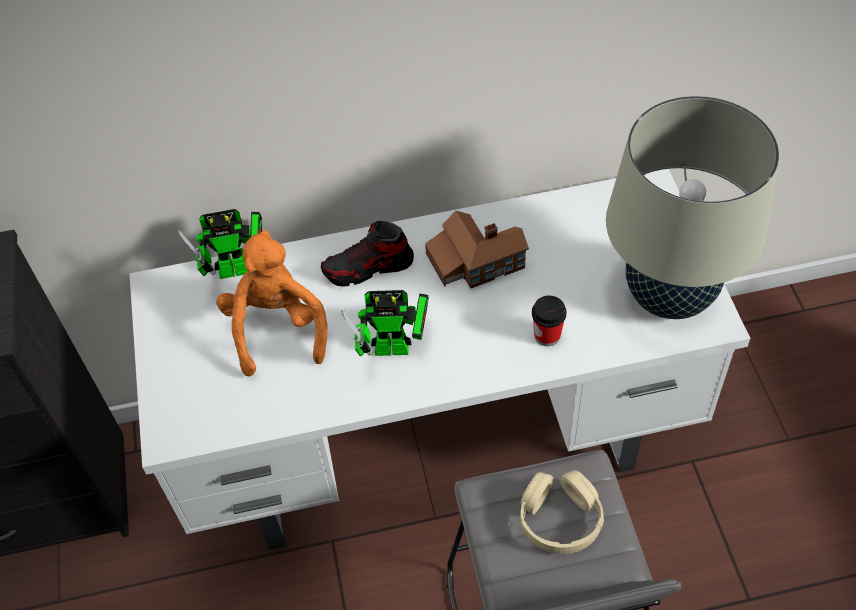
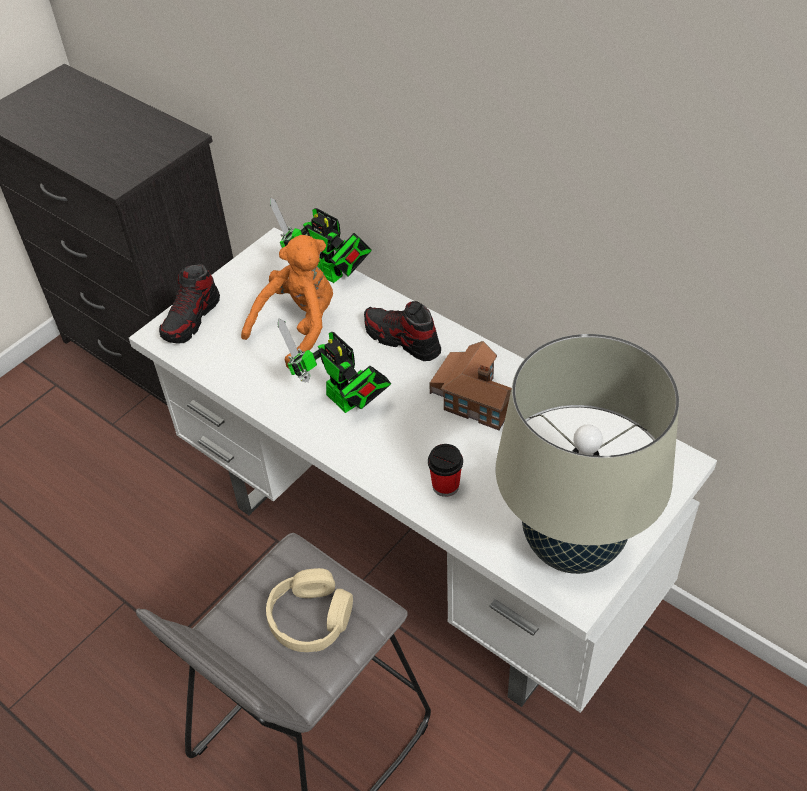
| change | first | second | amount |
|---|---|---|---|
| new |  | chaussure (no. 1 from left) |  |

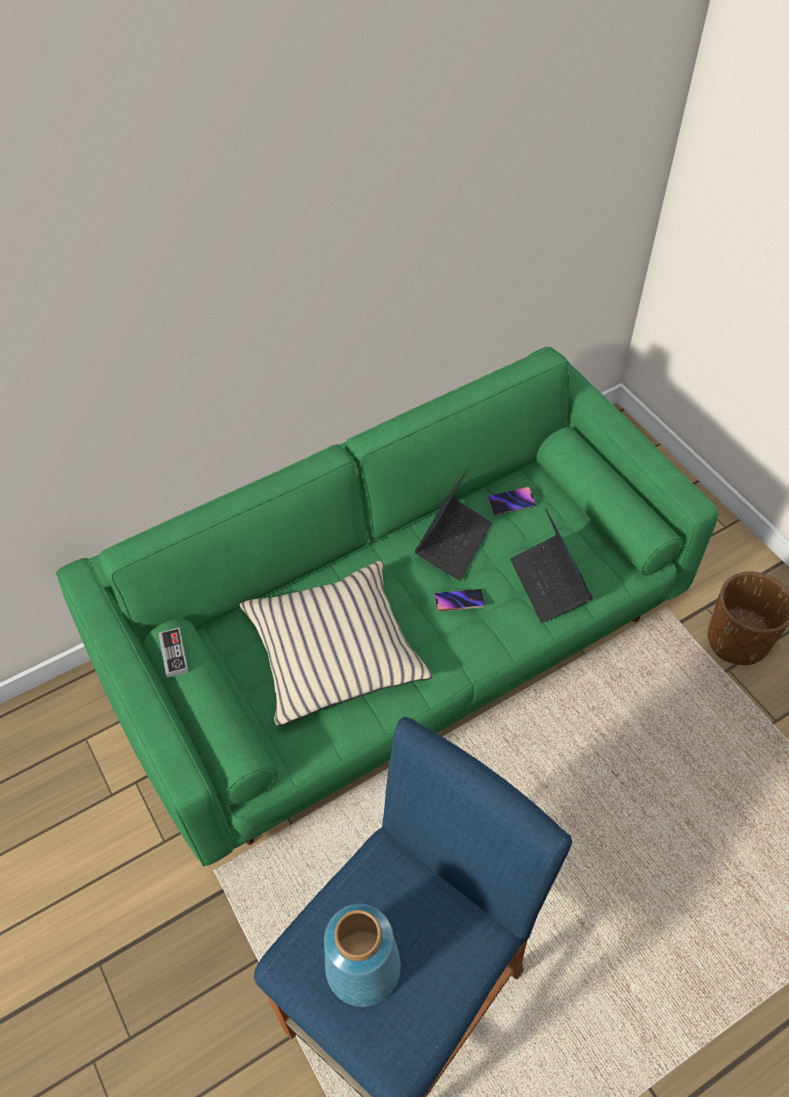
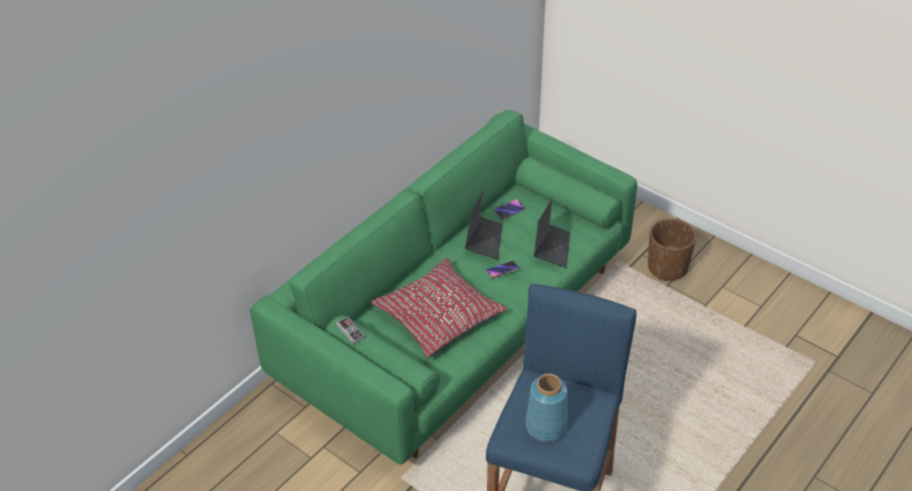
| change | first | second | amount |
|---|---|---|---|
| repainted | coussin [beige] | coussin [rouge] |  |
| rotated | ordinateur portable (no. 2 from left) |  | 135 degrees counterclockwise |

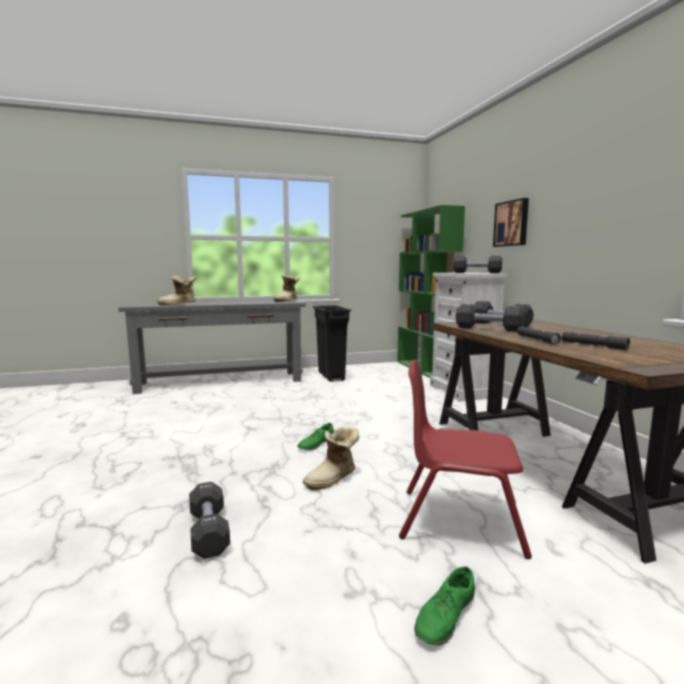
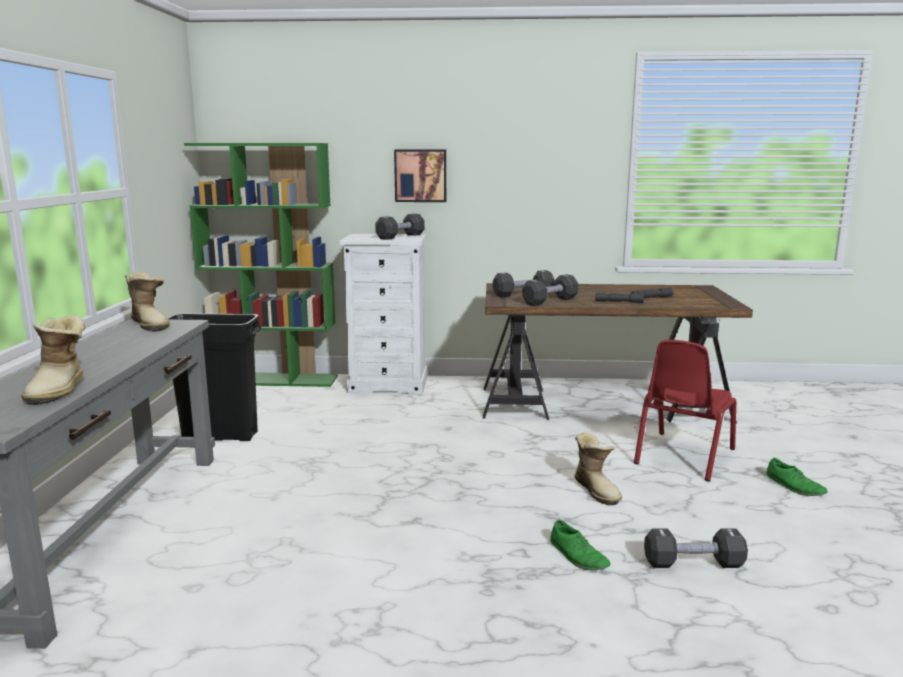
| change | first | second | amount |
|---|---|---|---|
| shifted | chaussure [vert] (no. 1 from left) |  |  |

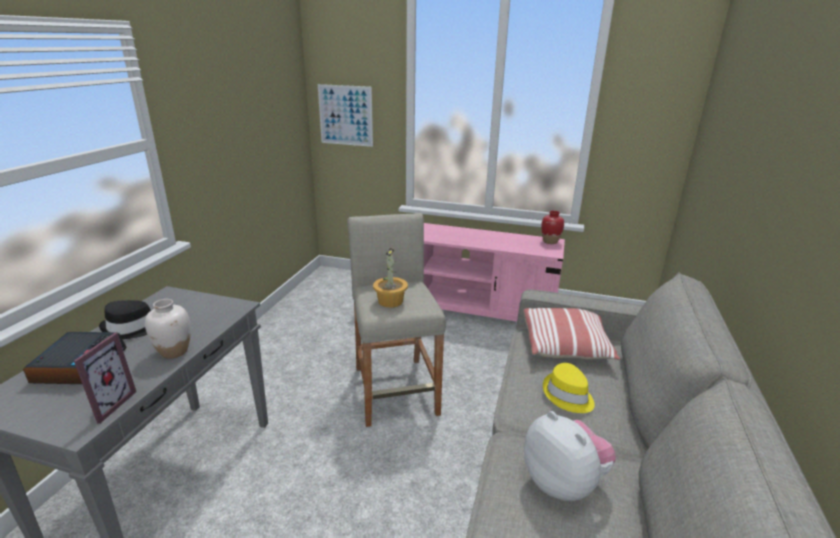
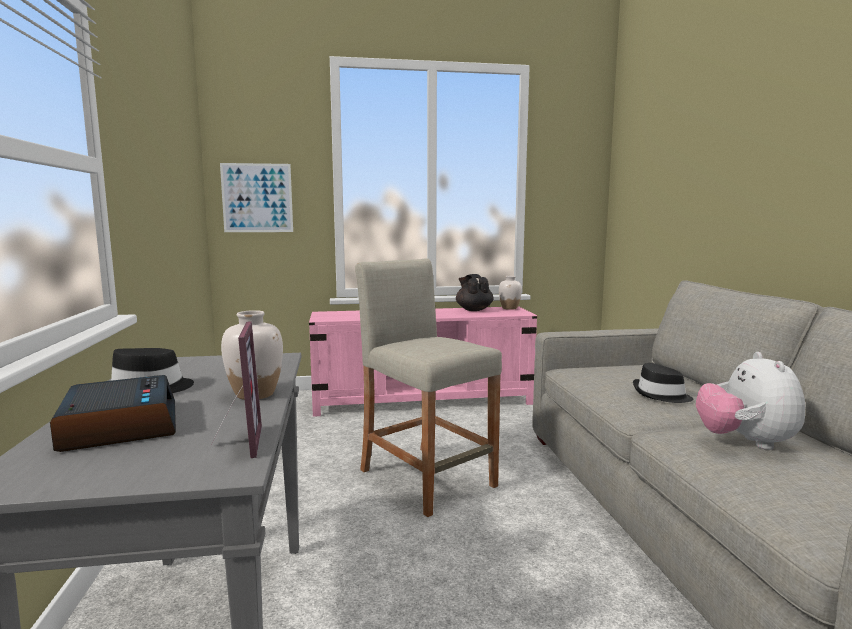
| change | first | second | amount |
|---|---|---|---|
| new |  | théière [noir] |  |
| repainted | vase [rouge] | vase [blanc] (no. 2 from left) |  |
| repainted | chapeau [jaune] | chapeau [noir] (no. 2 from left) |  |
| rotated | peluche |  | 120 degrees counterclockwise |
| gone | plante en pot |  |  |
| gone | coussin |  |  |

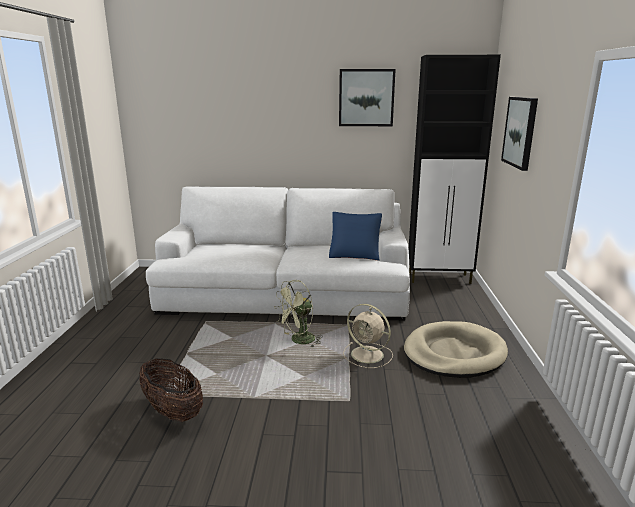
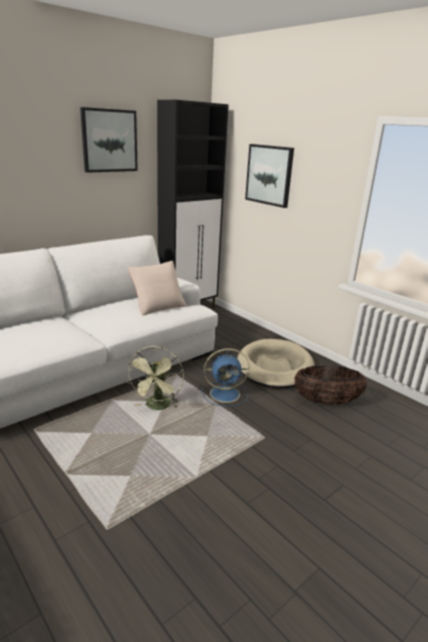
| change | first | second | amount |
|---|---|---|---|
| repainted | coussin [bleu] | coussin [beige] |  |
| repainted | ventilateur [beige] | ventilateur [bleu] |  |
| shifted | panier |  |  |

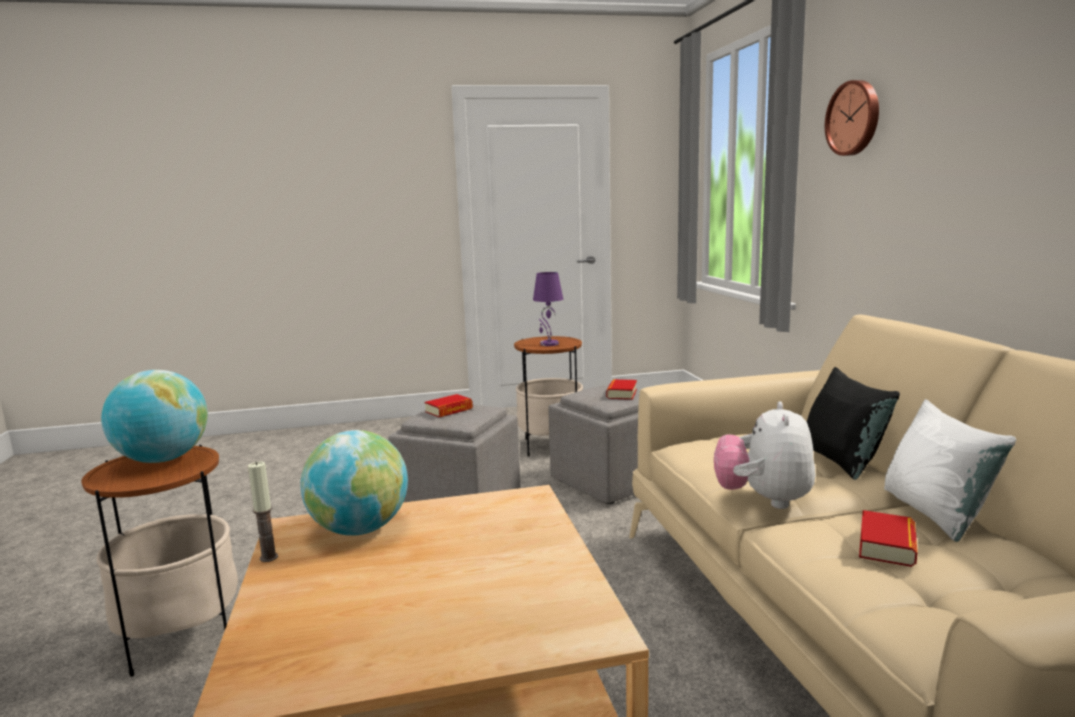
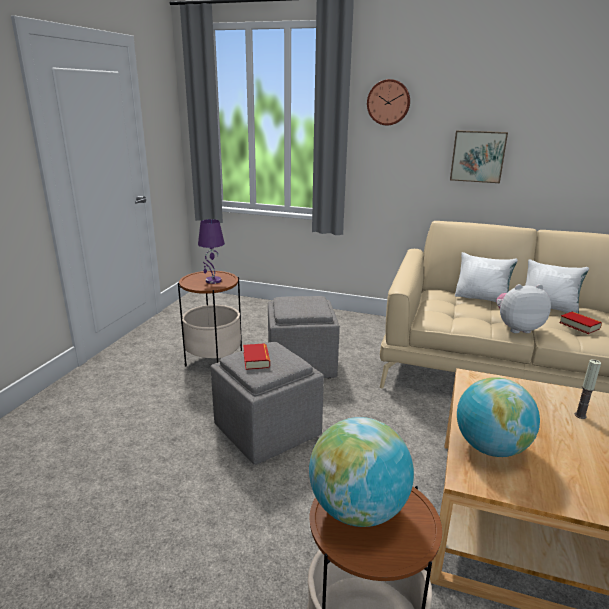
| change | first | second | amount |
|---|---|---|---|
| new |  | tableau |  |
| repainted | coussin [noir] | coussin [blanc] (no. 1 from left) |  |
| rotated | peluche |  | 135 degrees clockwise |
| shifted | bougie |  |  |
| gone | livre (no. 2 from left) |  |  |

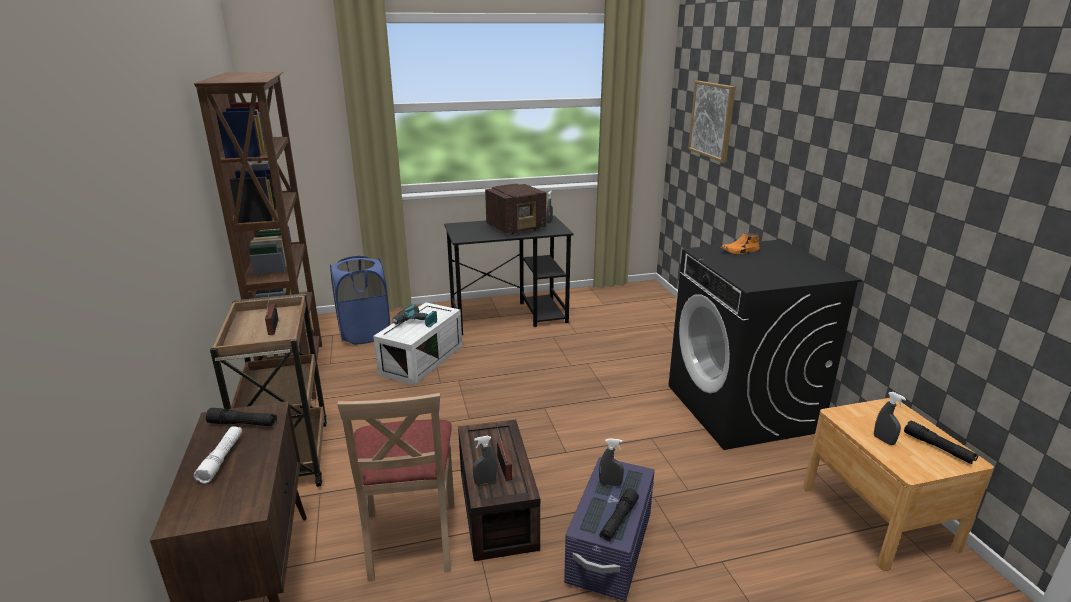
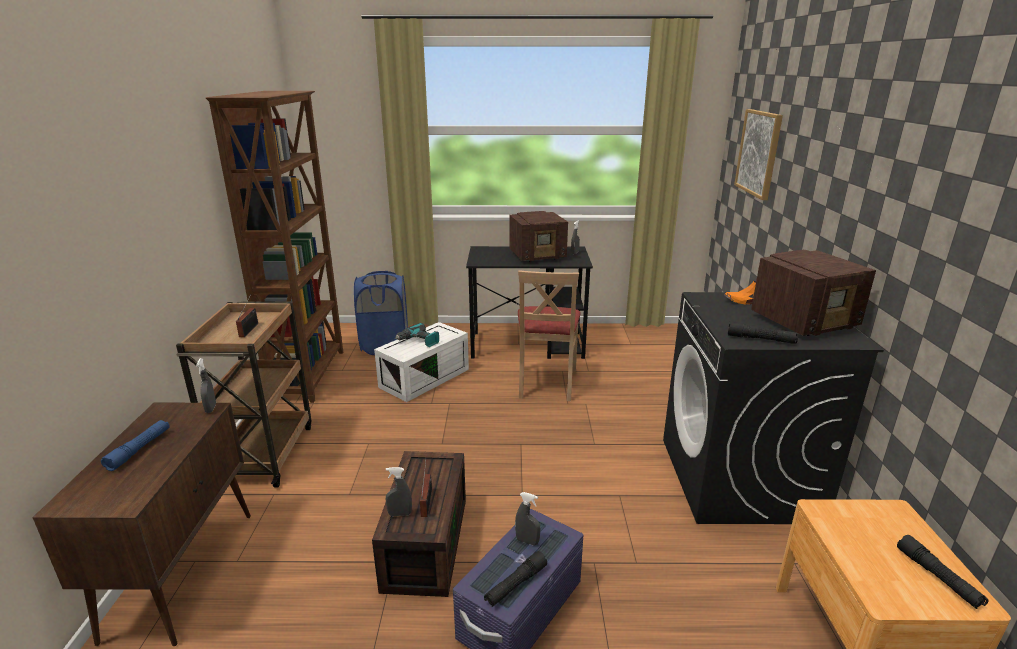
| change | first | second | amount |
|---|---|---|---|
| repainted | lampe de poche [blanc] | lampe de poche [bleu] |  |
| shifted | vaporisateur [gris] (no. 4 from left in the first image) | vaporisateur [gris] (no. 1 from left) |  |
| shifted | chaise [beige] |  |  |
| shifted | lampe de poche [noir] (no. 1 from left in the first image) | lampe de poche [noir] (no. 2 from left) |  |
| new |  | radio (no. 4 from left) |  |

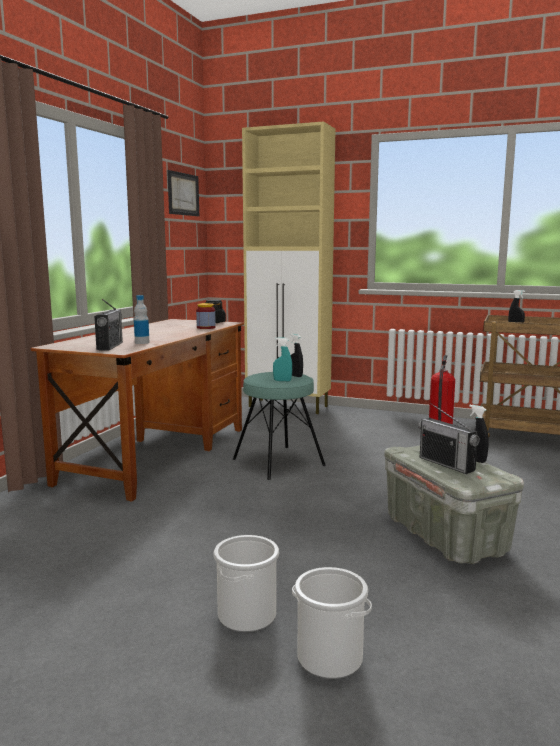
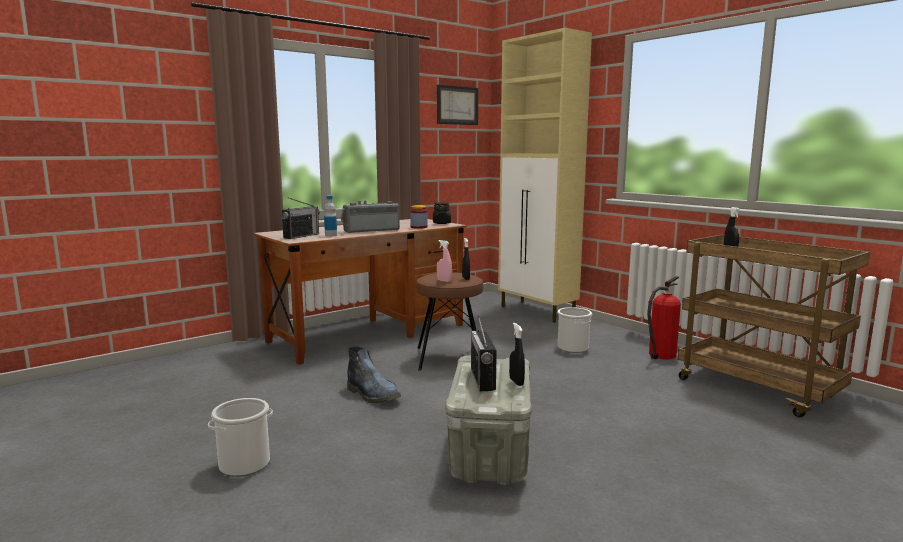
| change | first | second | amount |
|---|---|---|---|
| new |  | radio (no. 2 from left) |  |
| new |  | botte |  |
| repainted | tabouret [turquoise] | tabouret [marron] |  |
| repainted | vaporisateur [turquoise] | vaporisateur [rose] |  |
| shifted | seau (no. 2 from left) |  |  |

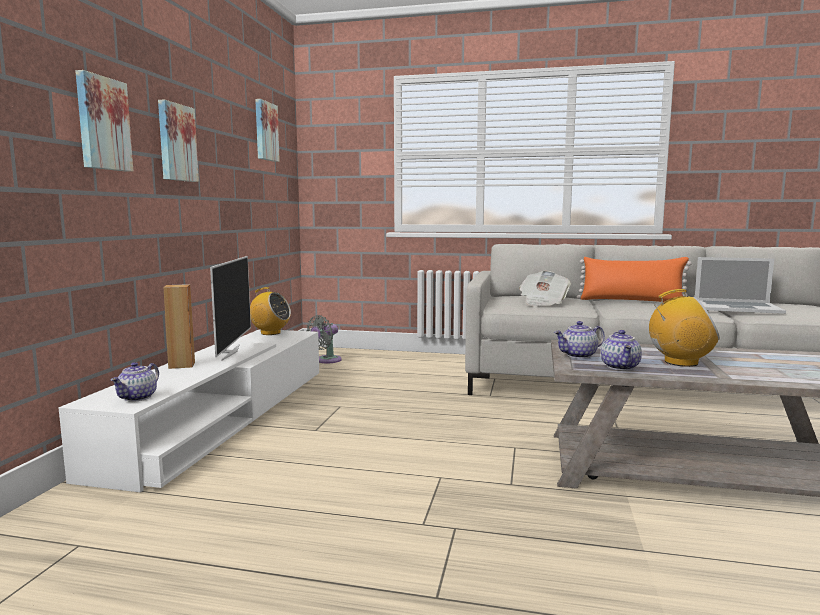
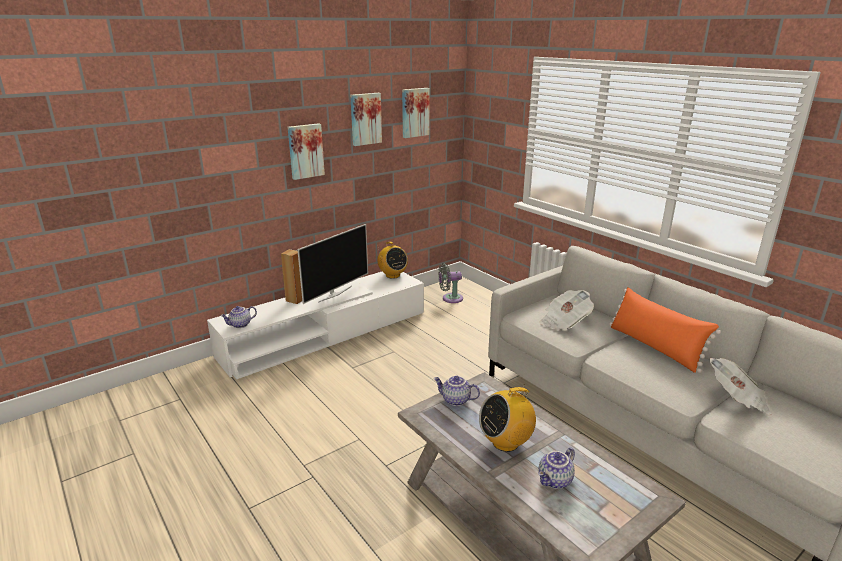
| change | first | second | amount |
|---|---|---|---|
| shifted | tableau (no. 1 from left in the first image) | tableau (no. 2 from left) |  |
| rotated | radio (no. 2 from left) |  | 105 degrees clockwise |
| shifted | théière (no. 3 from left) |  |  |
| swapped | ordinateur portable | journal (no. 2 from left) |  |

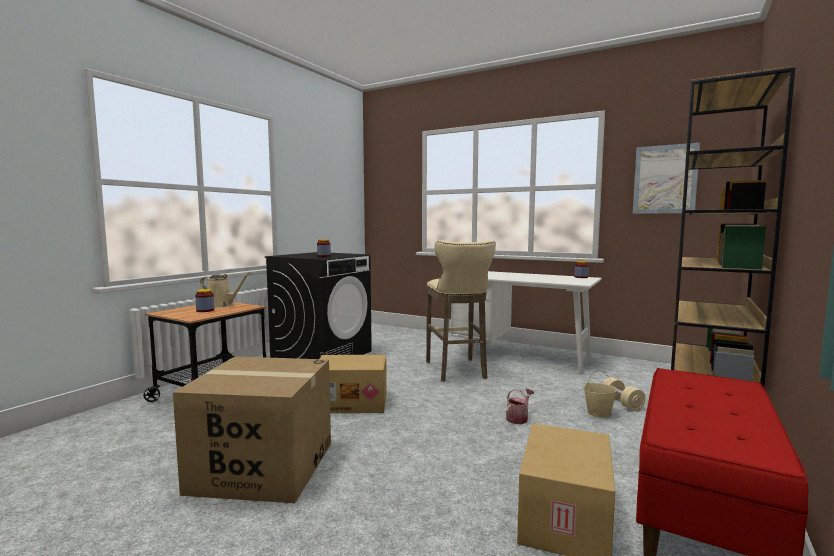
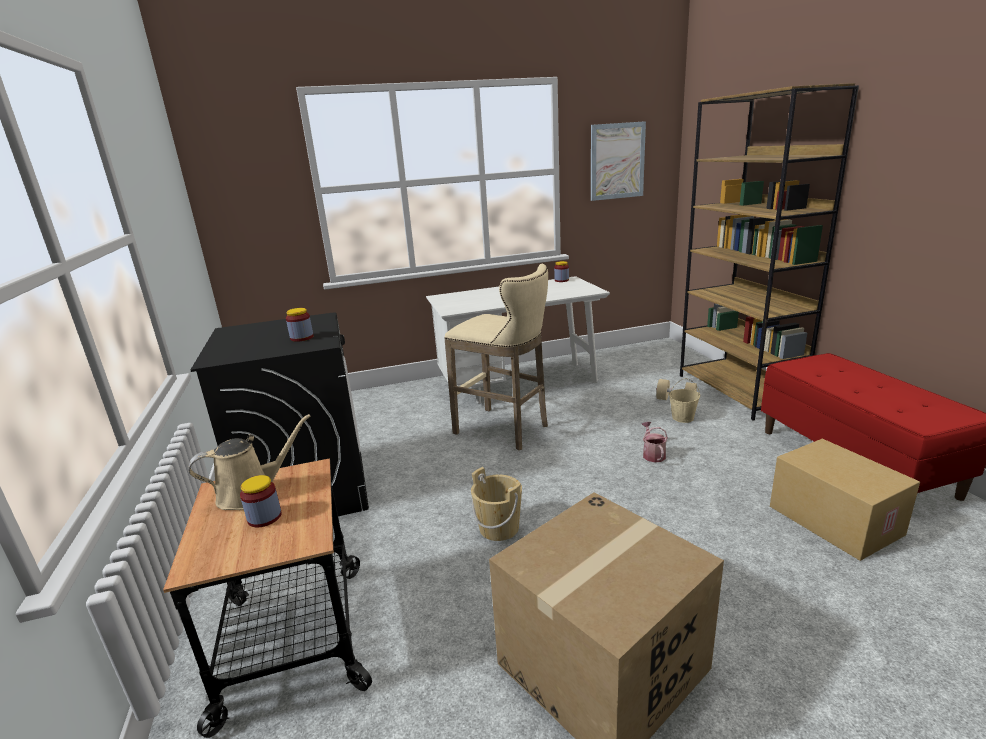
| change | first | second | amount |
|---|---|---|---|
| swapped | carton (no. 2 from left) | seau [beige] (no. 1 from left) |  |

